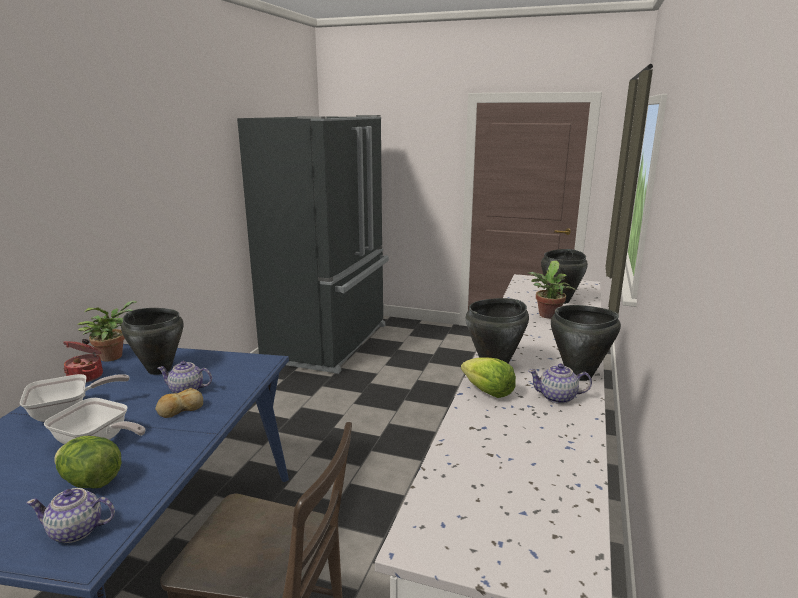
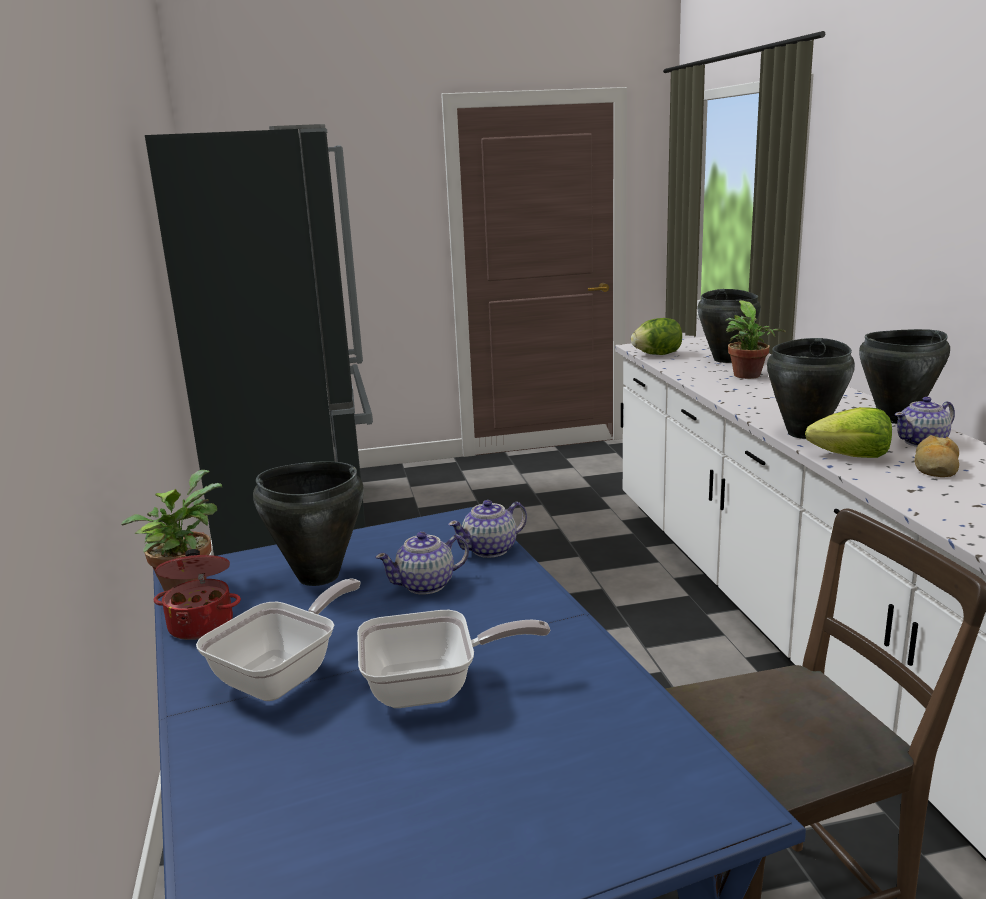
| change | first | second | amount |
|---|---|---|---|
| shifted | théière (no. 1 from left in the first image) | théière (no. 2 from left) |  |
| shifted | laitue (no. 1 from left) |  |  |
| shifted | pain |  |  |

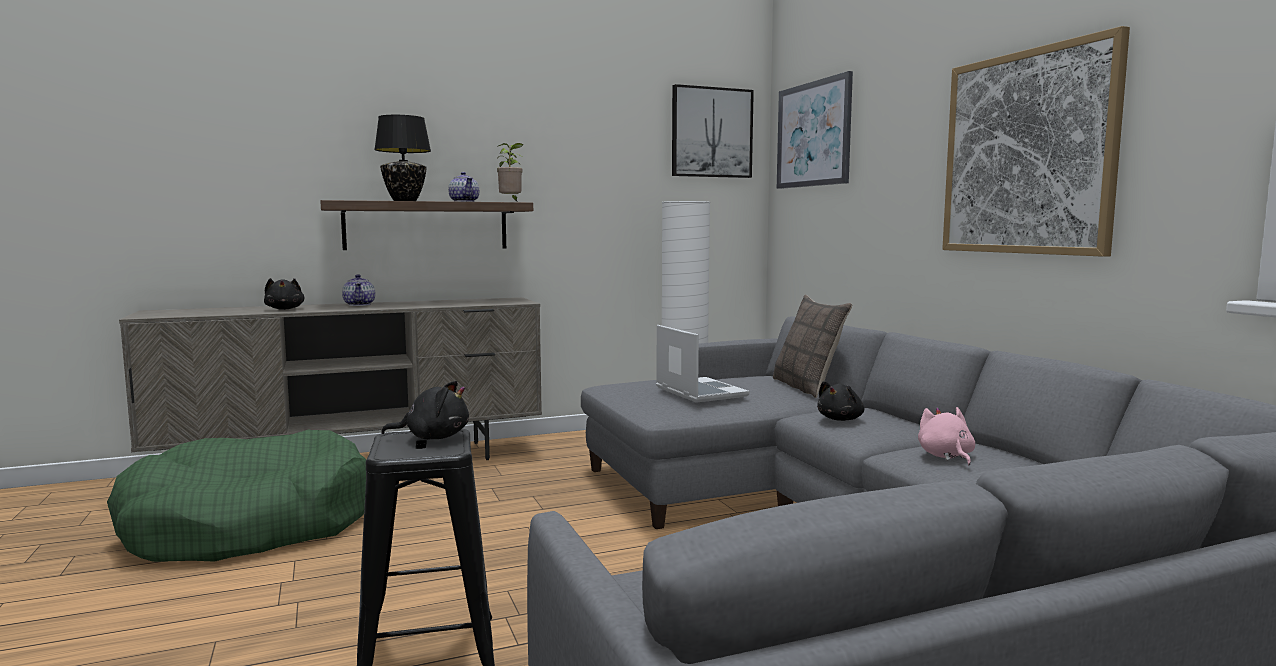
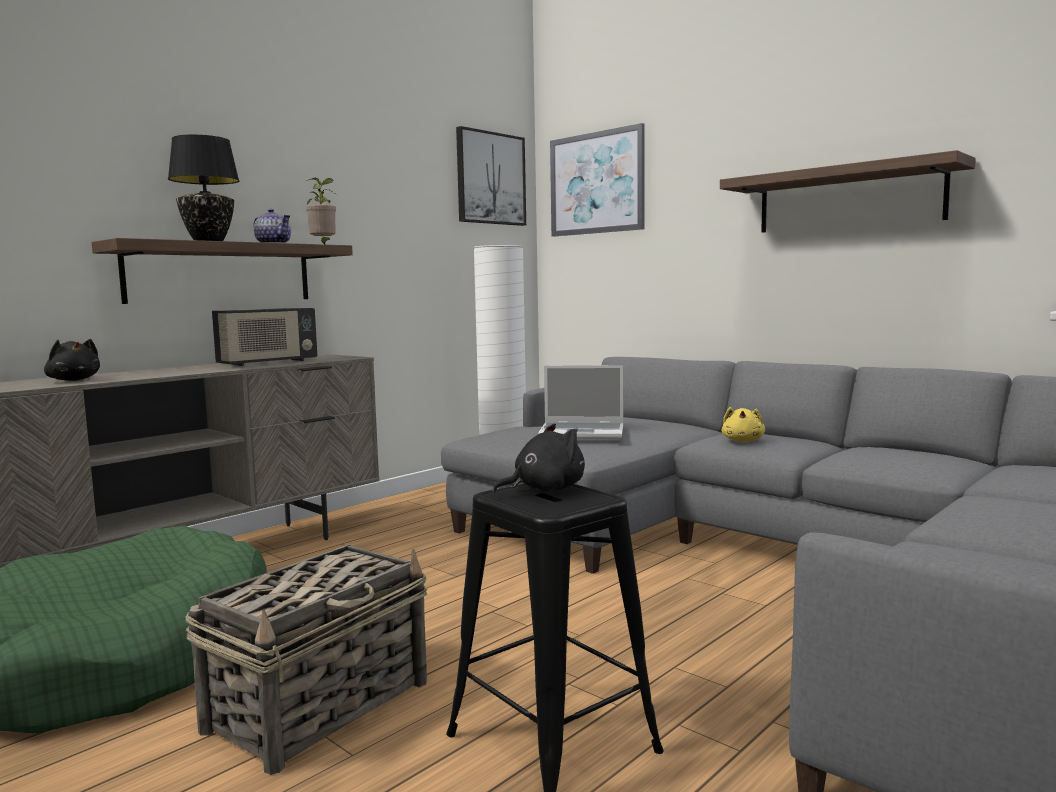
| change | first | second | amount |
|---|---|---|---|
| new |  | panier |  |
| new |  | radio |  |
| rotated | ordinateur portable |  | 150 degrees clockwise |
| swapped | tableau (no. 3 from left) | étagère (no. 2 from left) |  |
| repainted | peluche [noir] (no. 3 from left) | peluche [jaune] |  |
| gone | théière (no. 1 from left) |  |  |
| gone | coussin |  |  |
| gone | peluche [rose] |  |  |

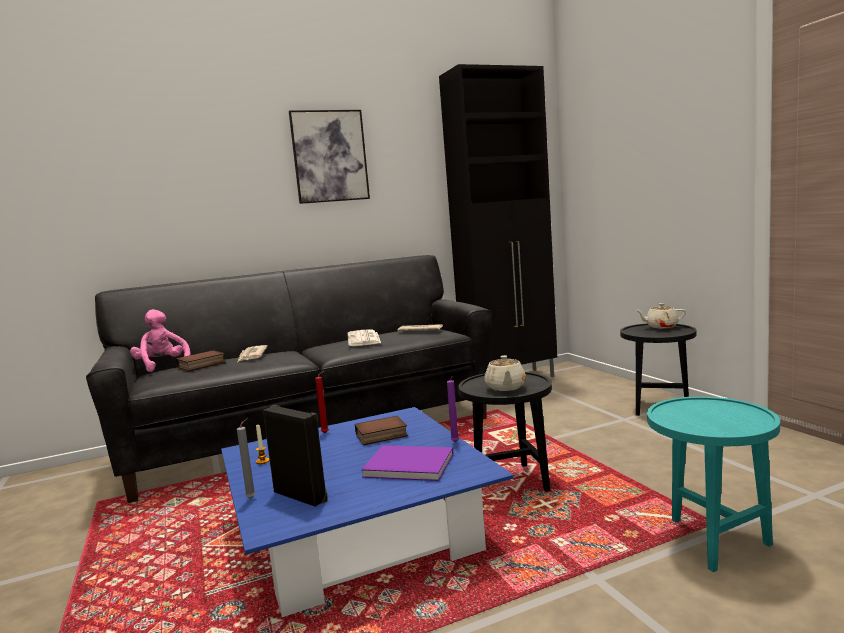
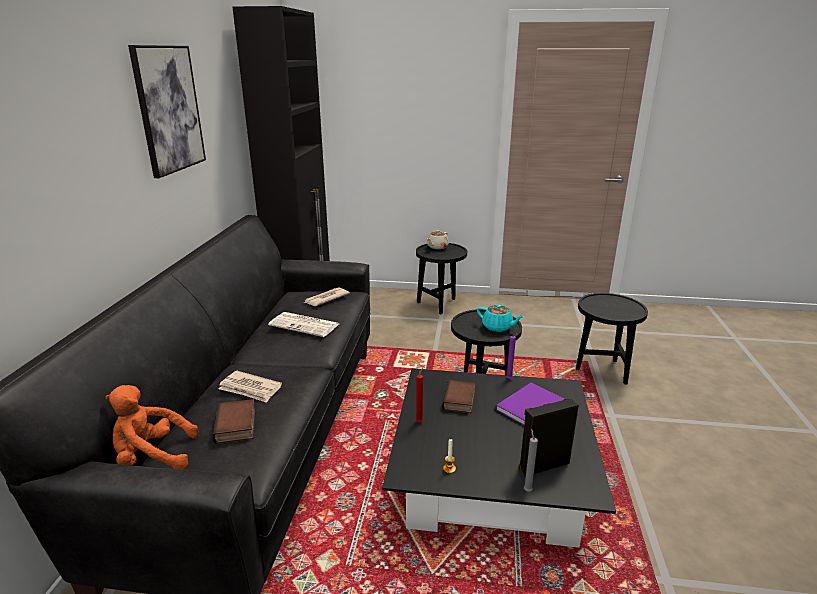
| change | first | second | amount |
|---|---|---|---|
| repainted | peluche [rose] | peluche [orange] |  |
| repainted | table basse [bleu] | table basse [noir] |  |
| repainted | théière [beige] (no. 1 from left) | théière [turquoise] |  |
| repainted | table d'appoint [turquoise] | table d'appoint [noir] (no. 3 from left) |  |

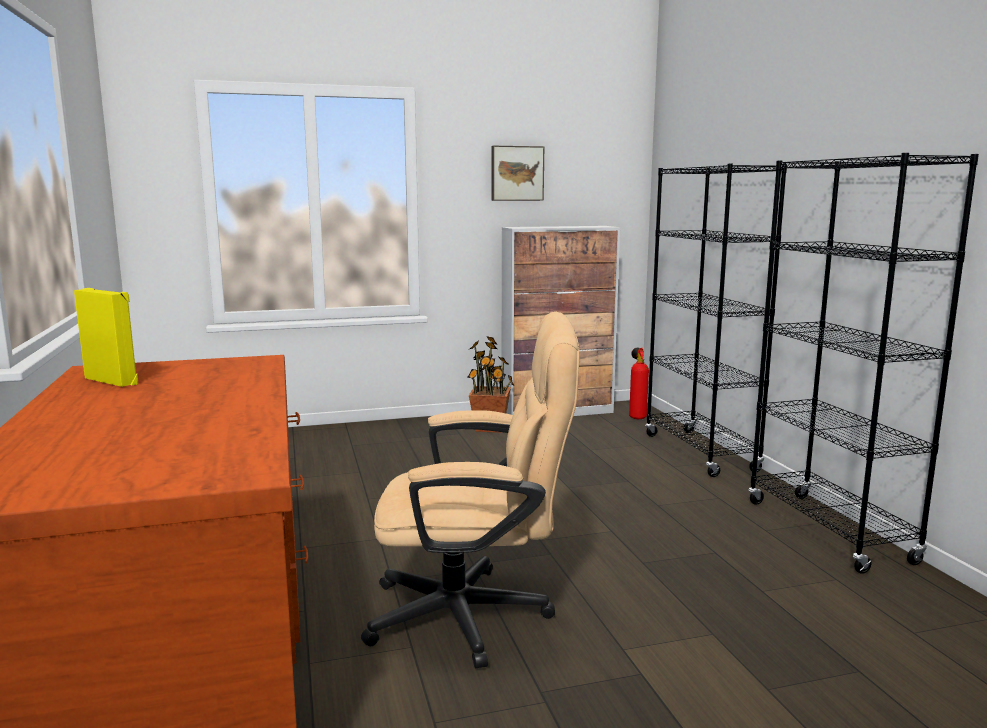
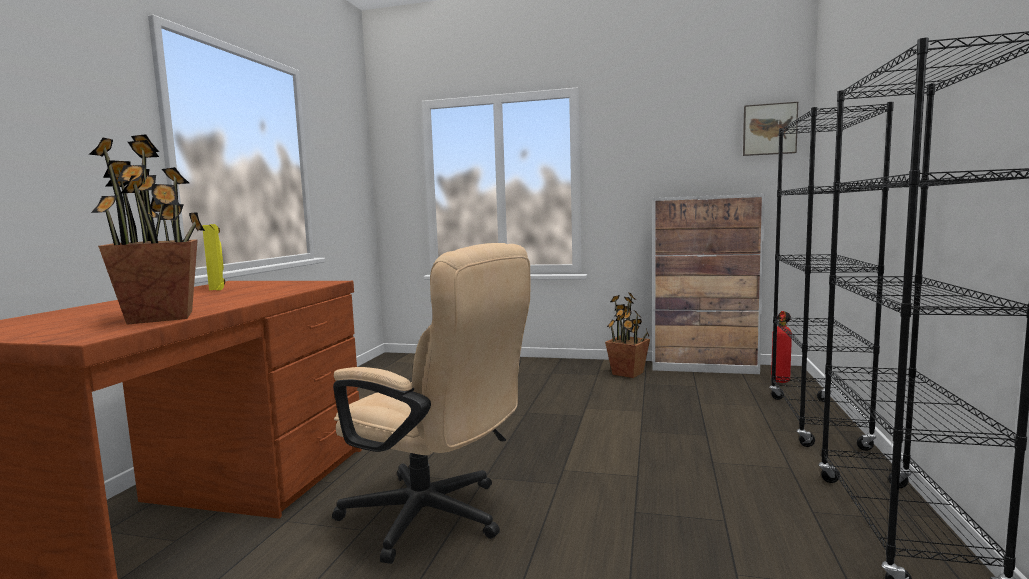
| change | first | second | amount |
|---|---|---|---|
| new |  | plante en pot (no. 1 from left) |  |
| shifted | tableau |  |  |

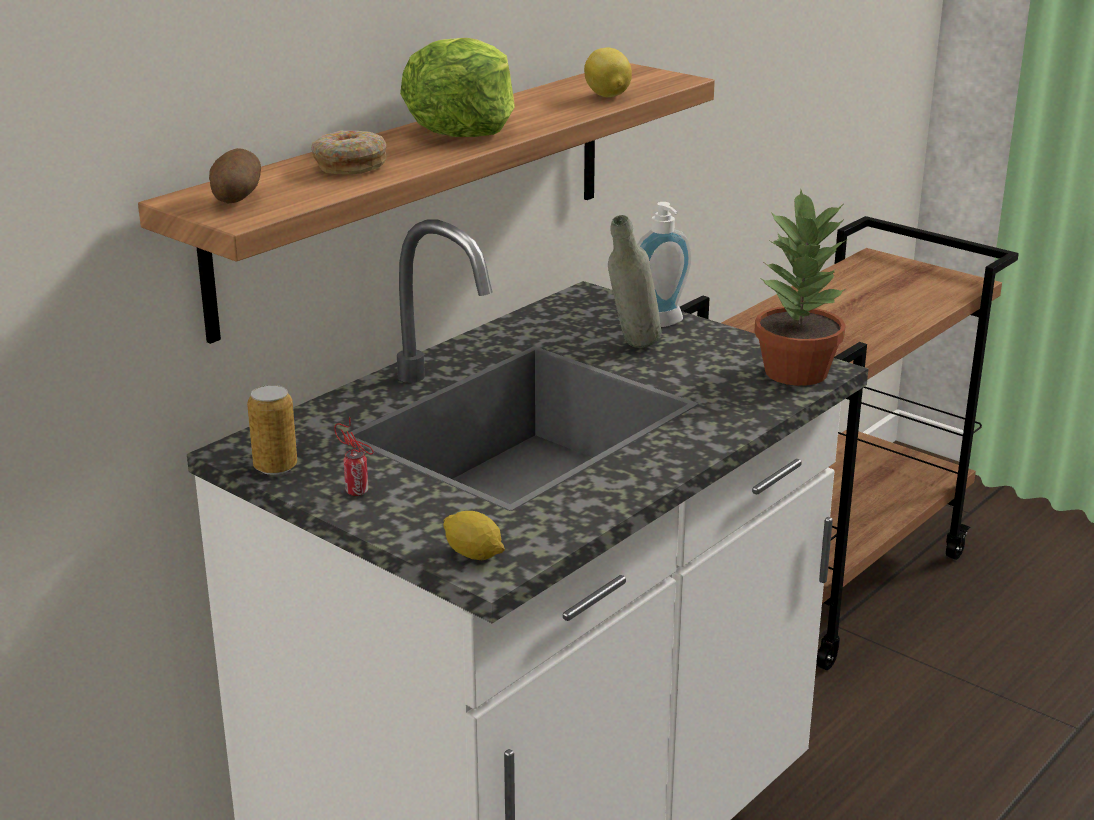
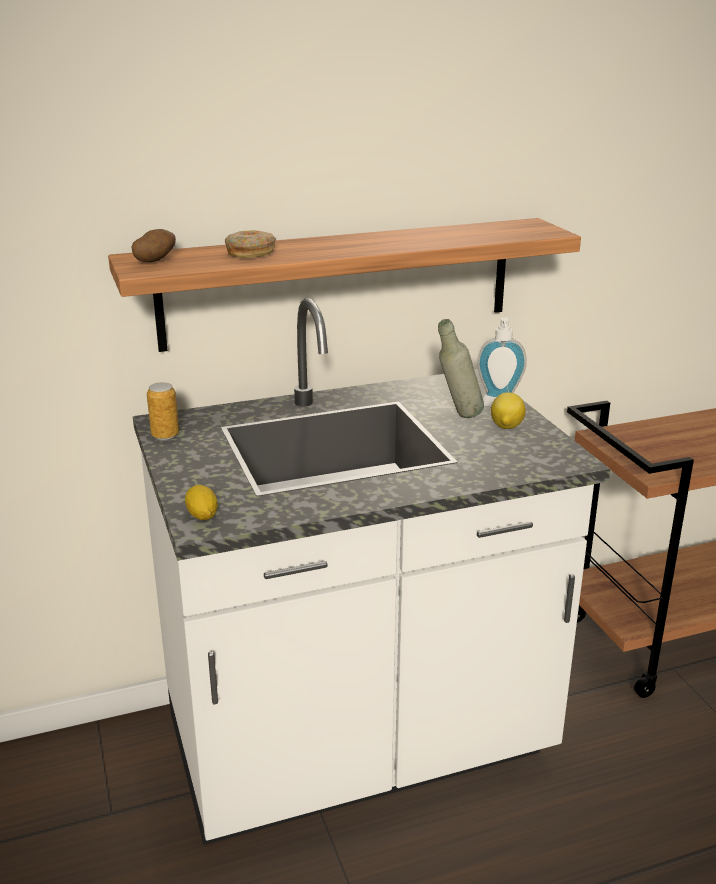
| change | first | second | amount |
|---|---|---|---|
| shifted | citron (no. 2 from left) |  |  |
| gone | boîte métallique (no. 2 from left) |  |  |
| gone | laitue |  |  |
| gone | plante en pot |  |  |

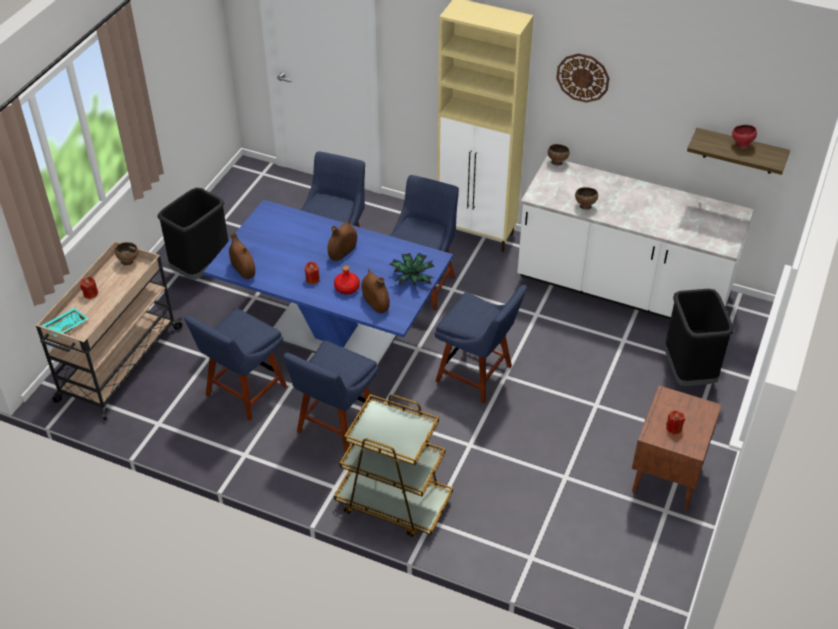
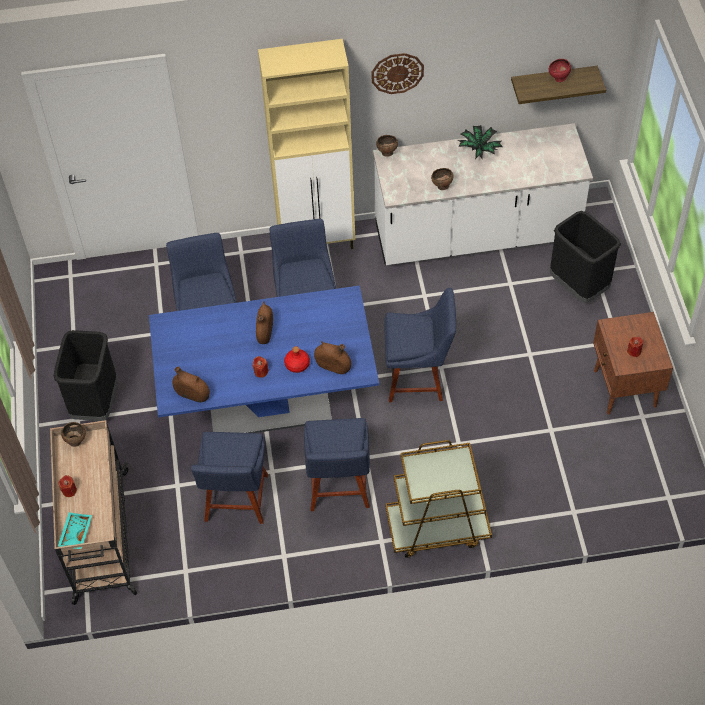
| change | first | second | amount |
|---|---|---|---|
| shifted | plante en pot |  |  |

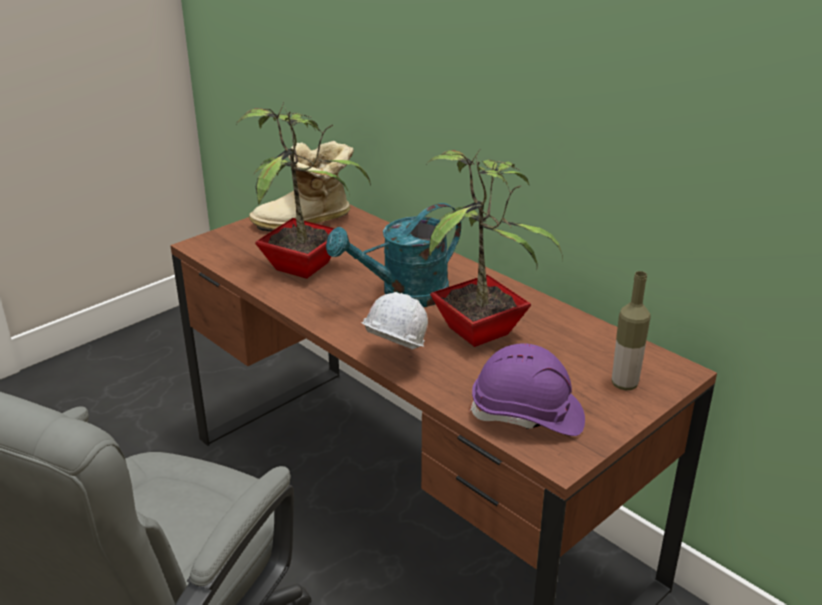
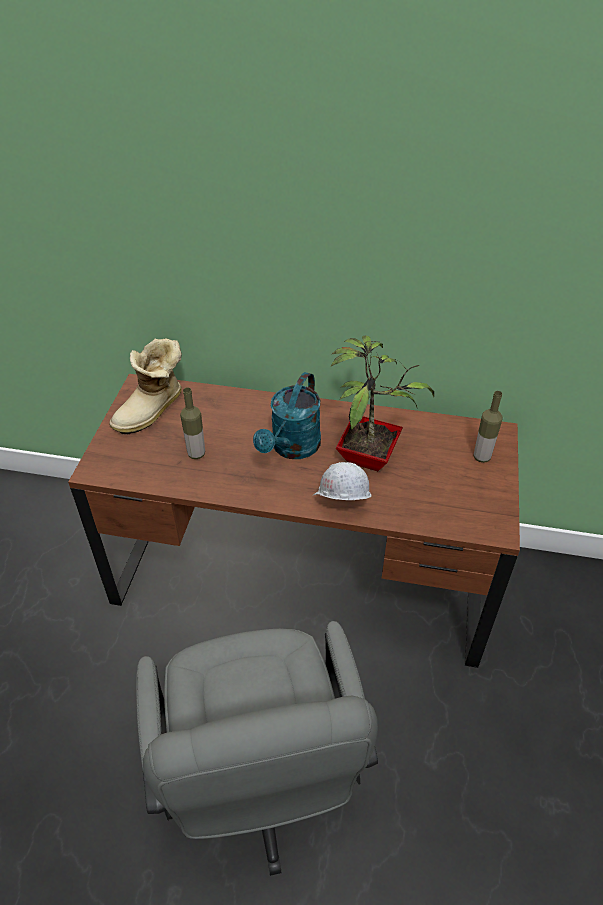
| change | first | second | amount |
|---|---|---|---|
| swapped | plante en pot (no. 1 from left) | bouteille (no. 1 from left) |  |
| gone | casque de chantier [violet] |  |  |

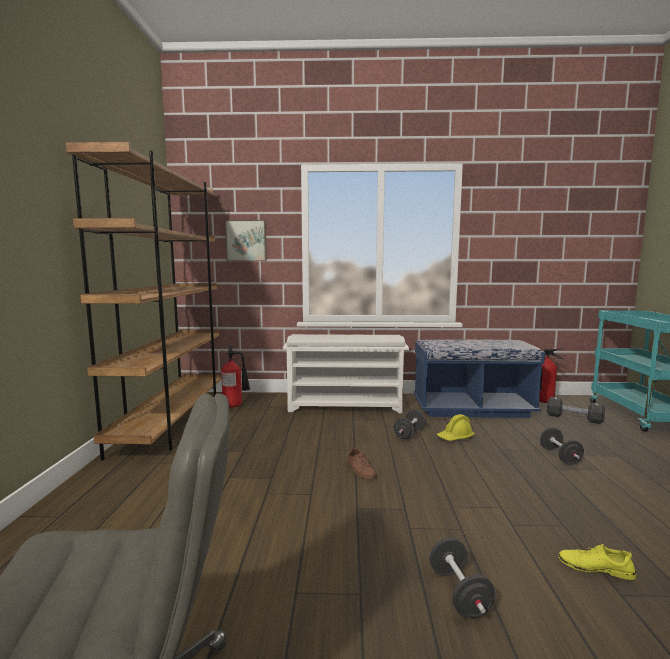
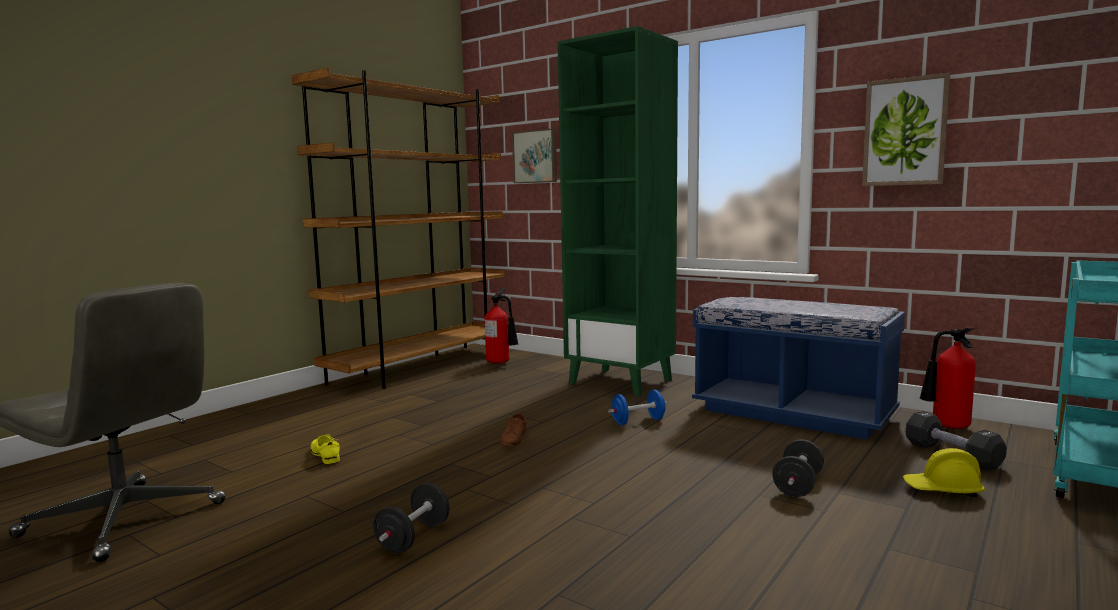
| change | first | second | amount |
|---|---|---|---|
| shifted | chaussure [jaune] |  |  |
| swapped | étagère à chaussures [blanc] | bibliothèque [vert] |  |
| repainted | haltère [noir] (no. 1 from left) | haltère [bleu] |  |
| new |  | tableau (no. 2 from left) |  |
| shifted | casque de chantier [jaune] |  |  |

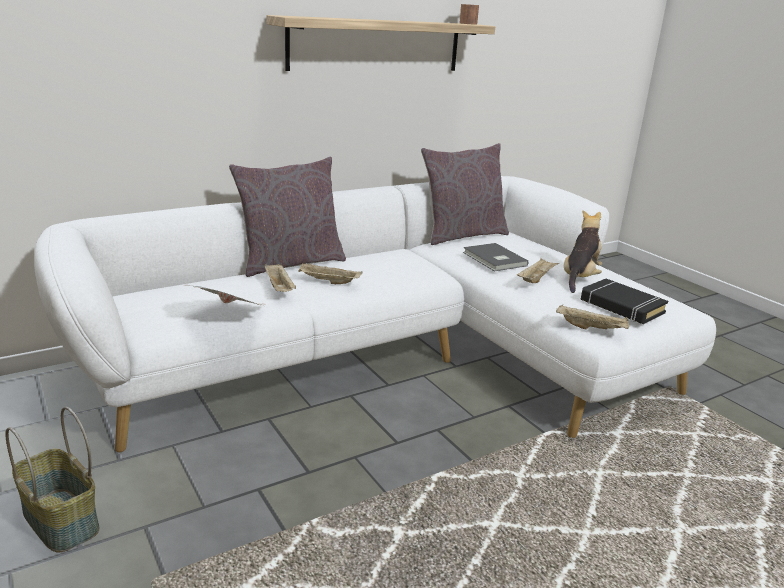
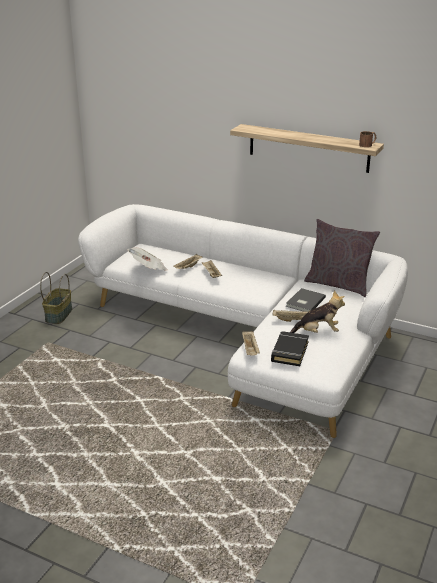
| change | first | second | amount |
|---|---|---|---|
| gone | coussin [gris] (no. 1 from left) |  |  |

